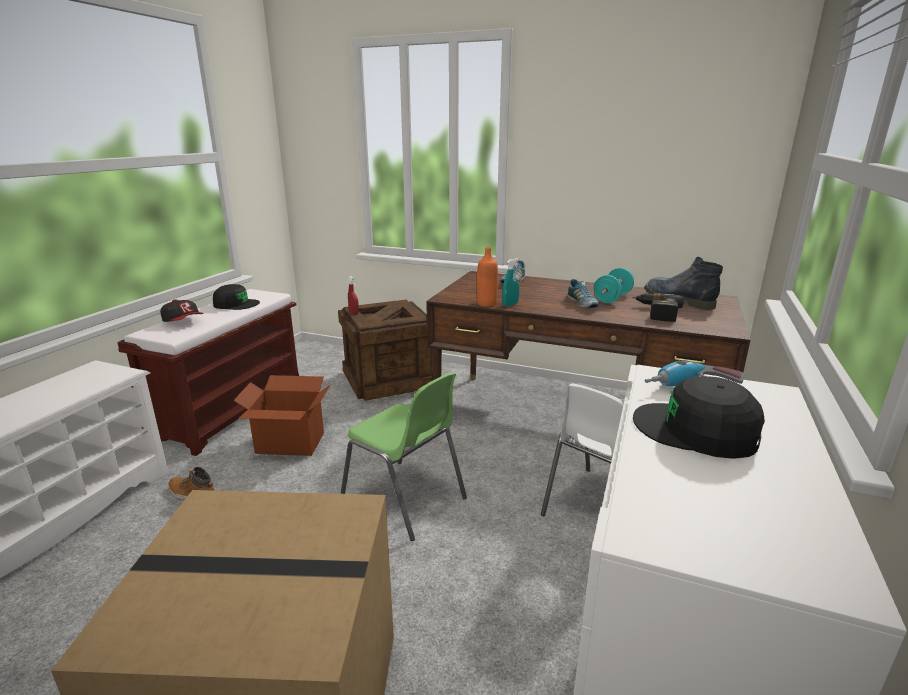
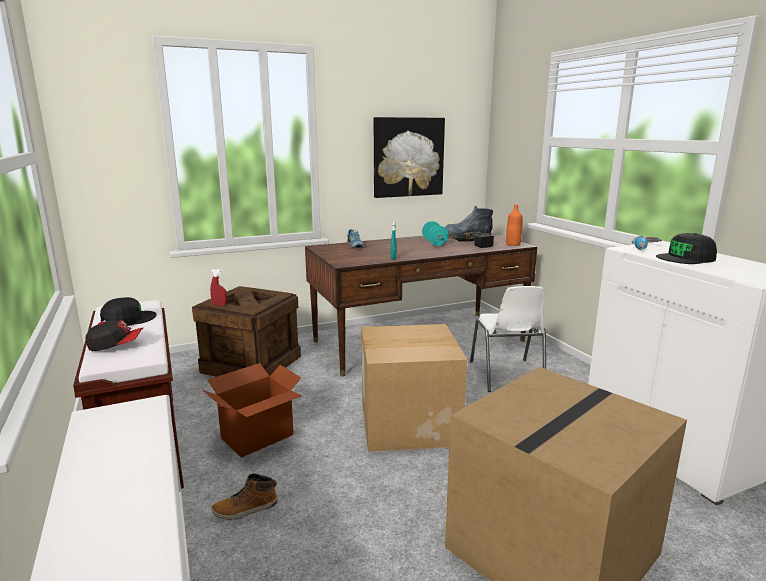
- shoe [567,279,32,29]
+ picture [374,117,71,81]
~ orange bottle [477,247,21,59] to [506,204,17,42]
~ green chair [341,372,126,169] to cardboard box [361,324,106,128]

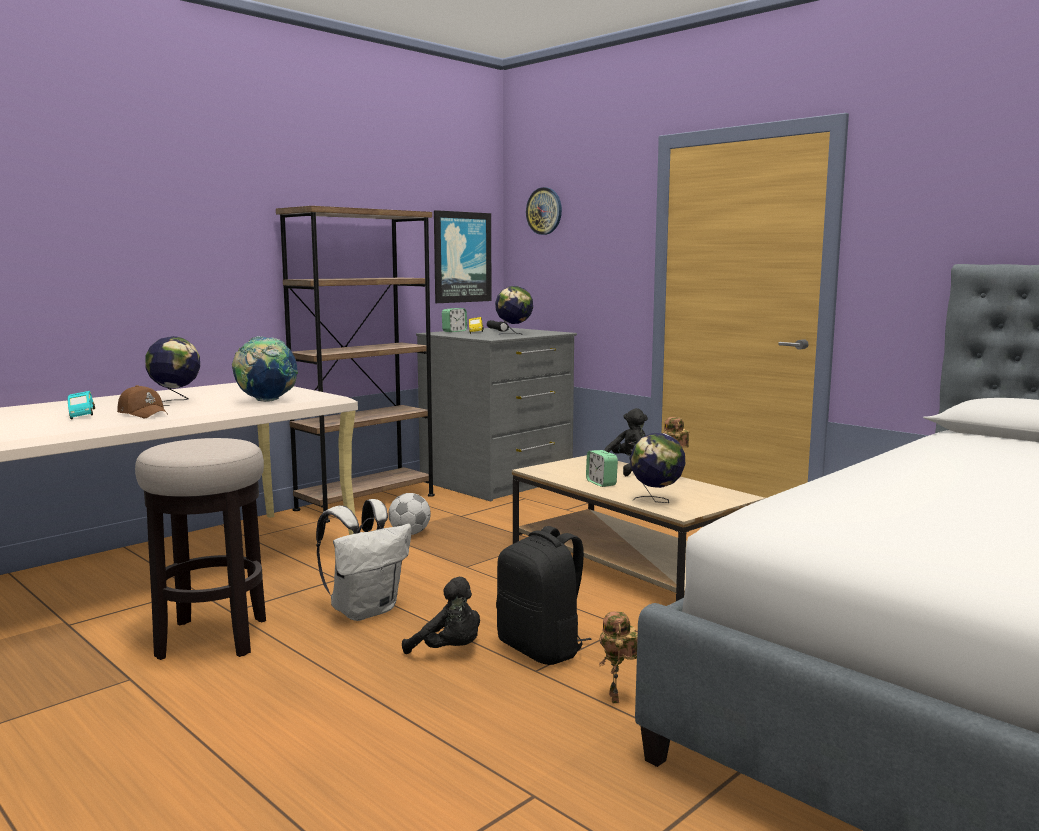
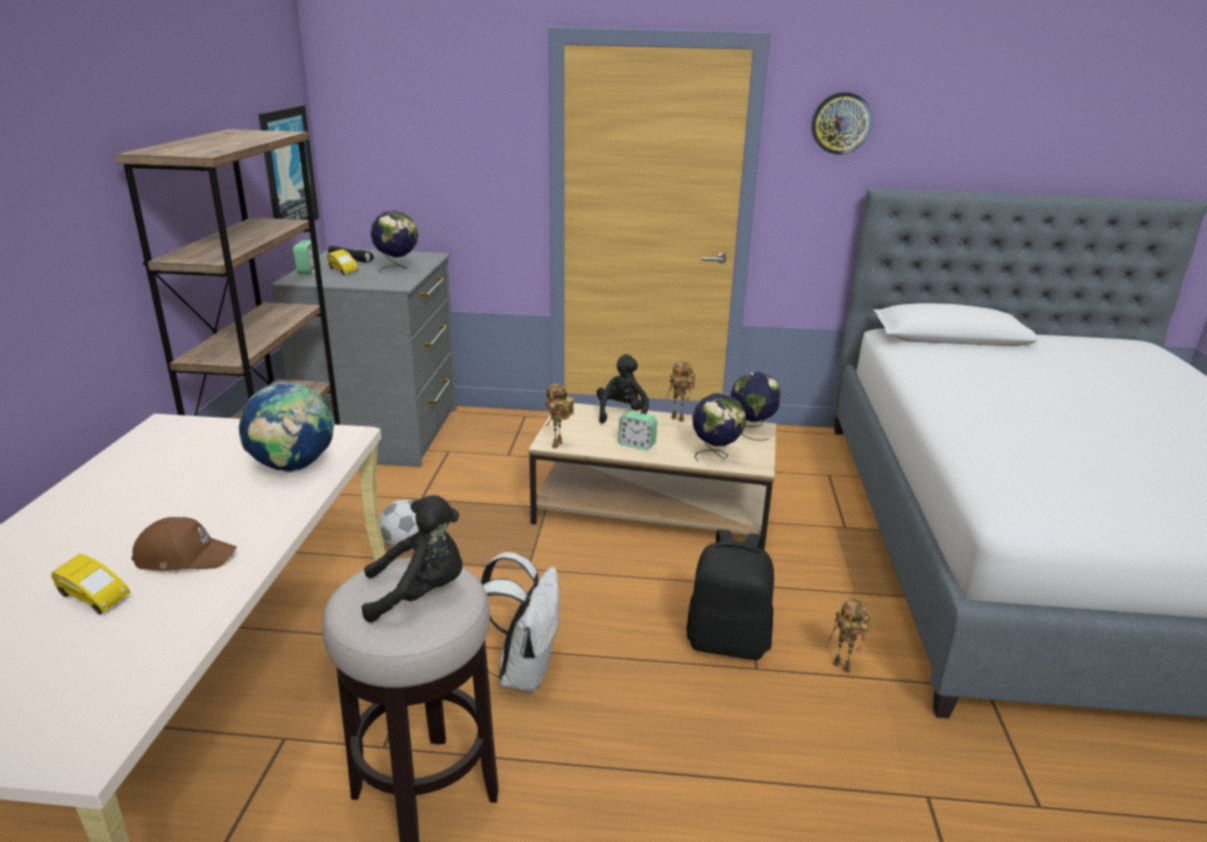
+ toy robot [546,384,28,65]
~ globe [145,336,55,70] to [731,372,50,69]
~ black plush toy [402,577,78,77] to [362,495,101,128]
~ wall clock [526,187,36,48] to [811,92,62,63]
~ turquoise toy car [68,391,27,28] to yellow toy car [51,554,79,61]

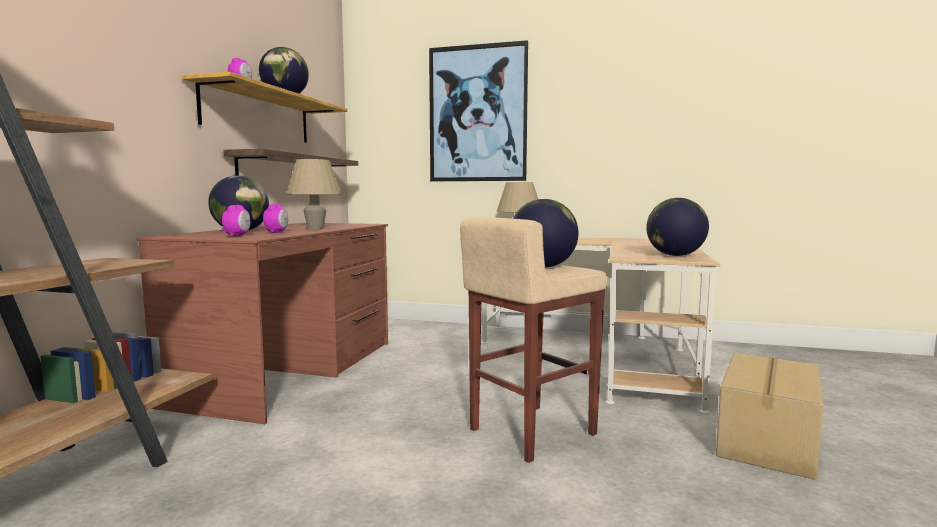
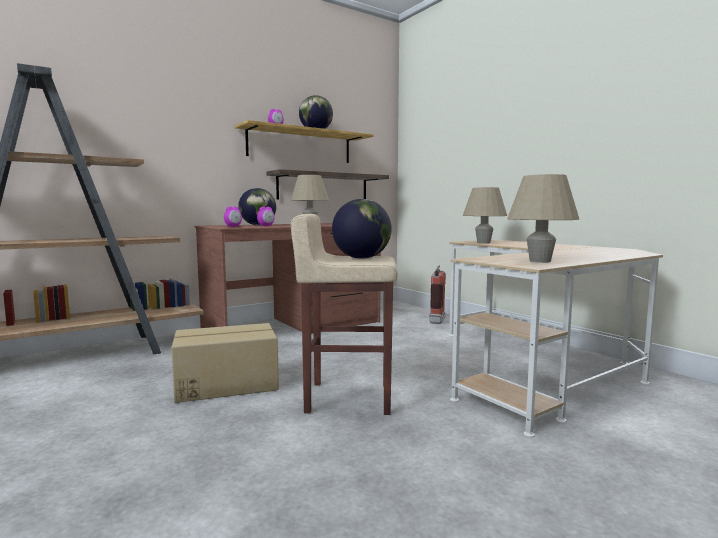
- picture [429,40,99,141]
+ fire extinguisher [429,266,17,58]
~ cardboard box [716,353,108,127] to [171,323,108,80]
~ globe [646,198,63,58] to beige table lamp [507,174,72,89]

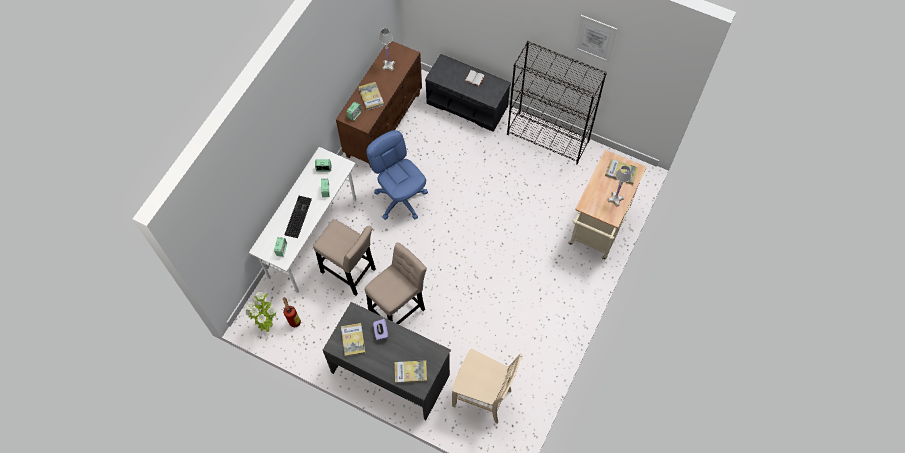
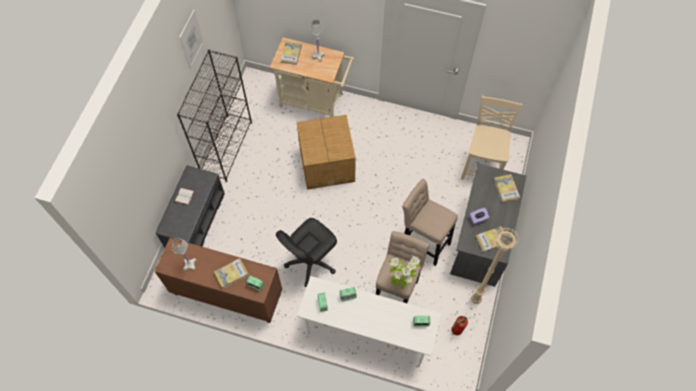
- keyboard [285,196,27,42]
+ cardboard box [297,115,59,75]
+ beige floor lamp [471,228,48,76]
~ potted plant [245,292,31,40] to [388,256,33,33]
~ blue office chair [366,130,62,90] to black office chair [276,218,61,69]

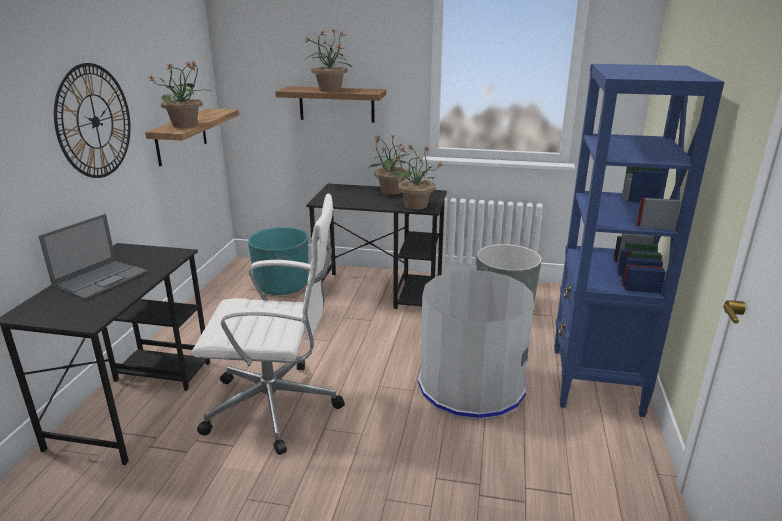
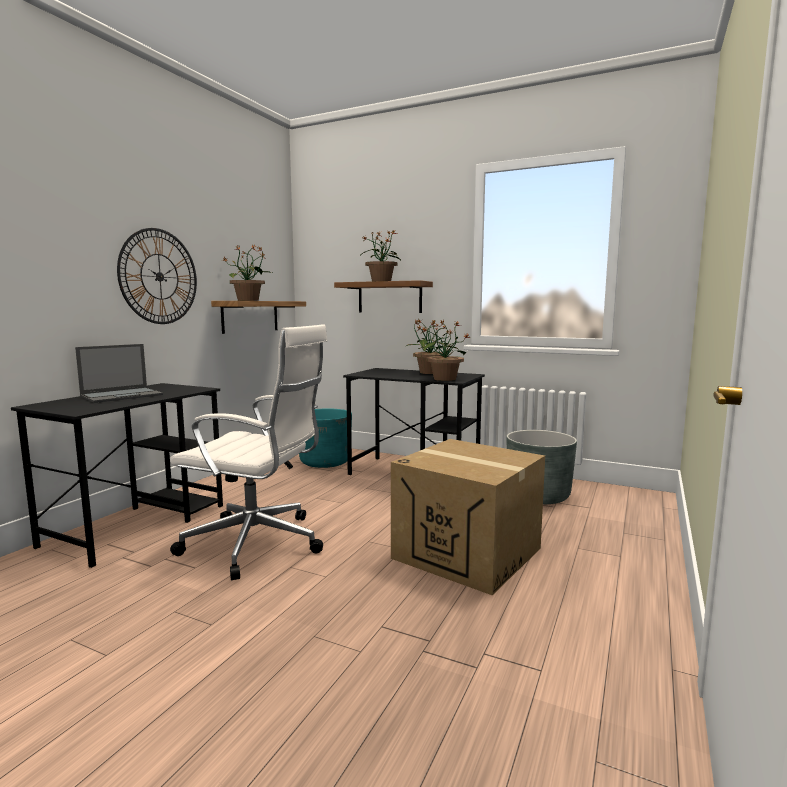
- blue bookcase [554,64,170,353]
~ grey trash can [418,270,116,150] to cardboard box [391,439,154,156]

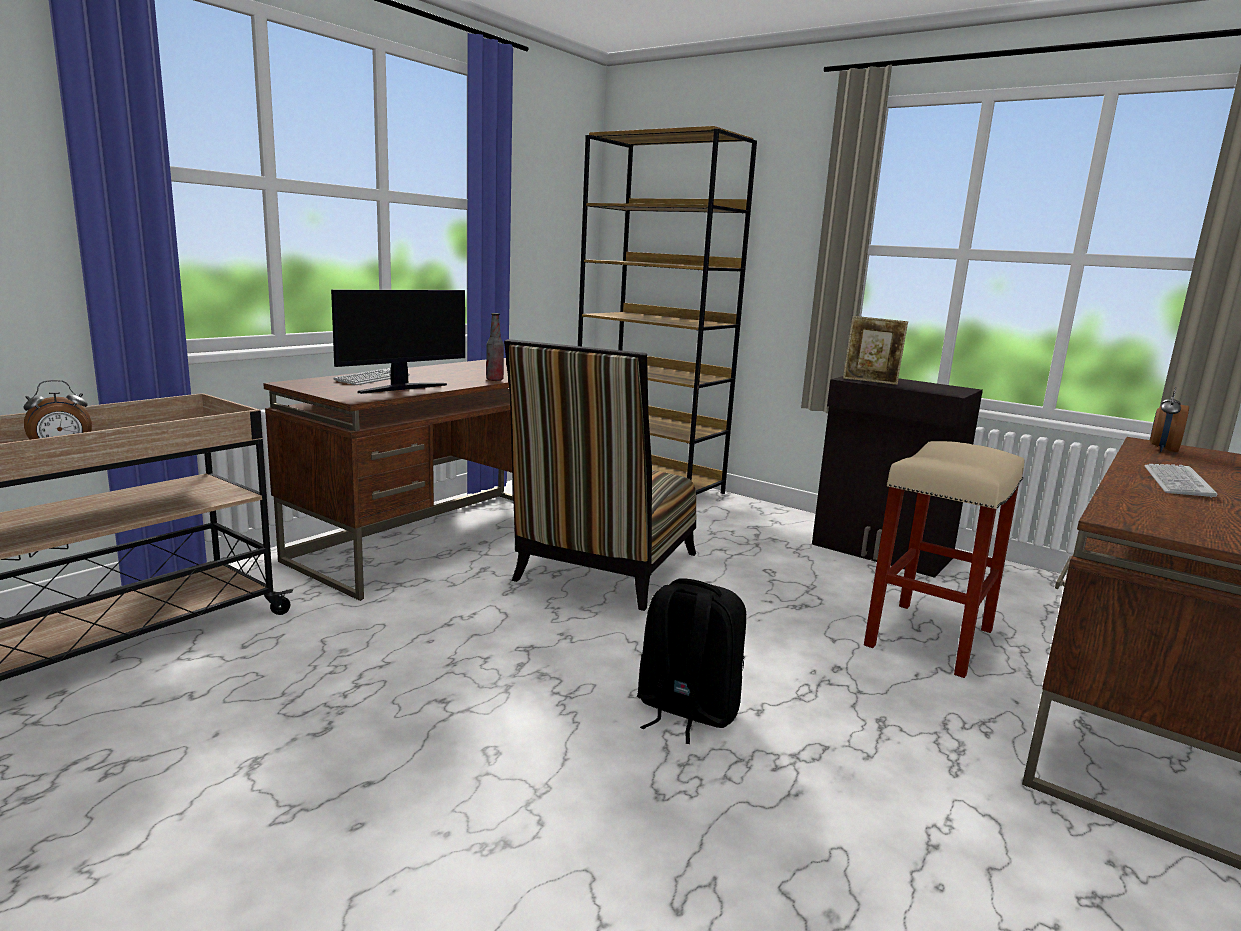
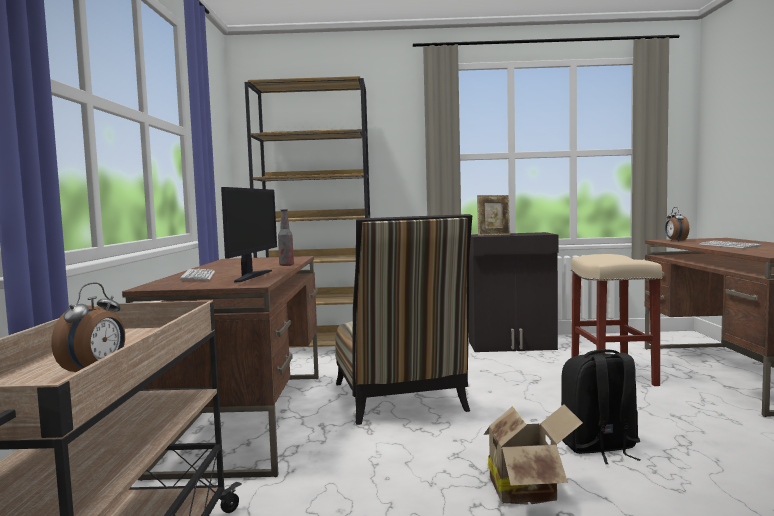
+ cardboard box [483,404,100,101]

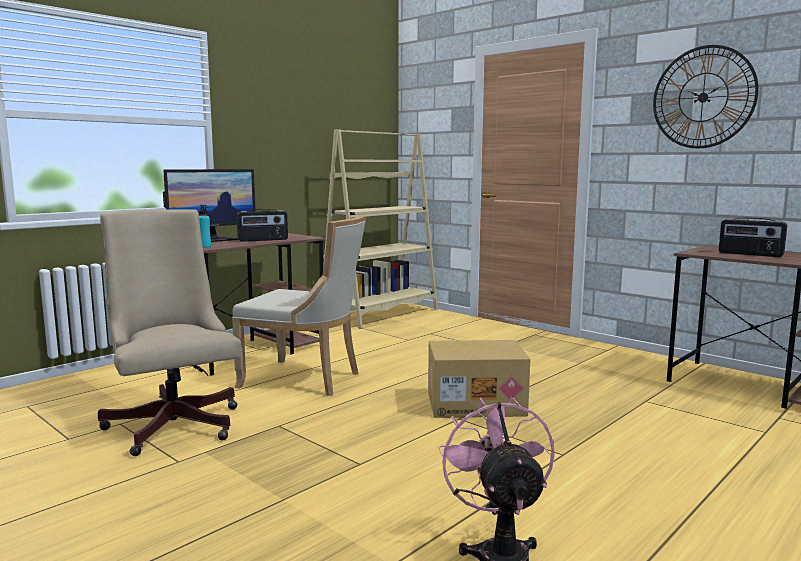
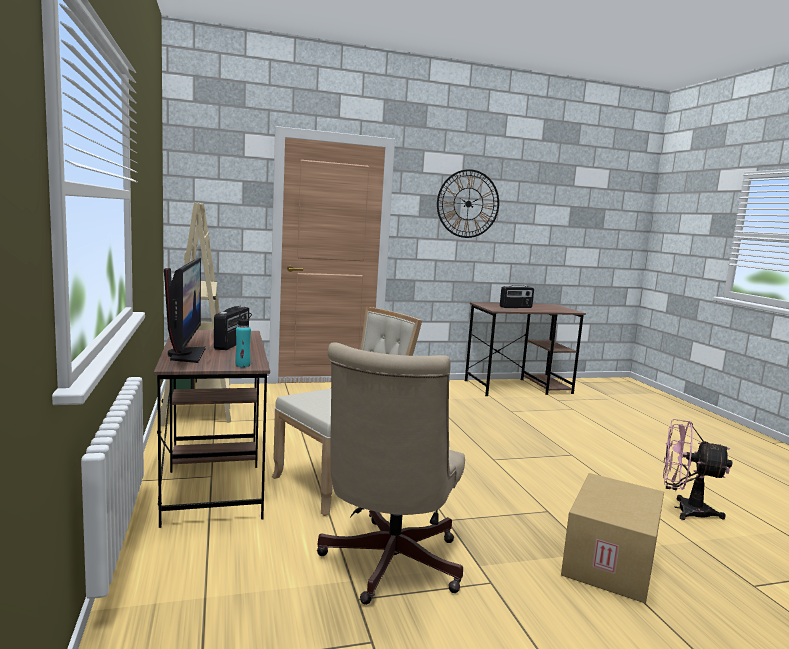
~ cardboard box [428,340,102,78] to [561,473,103,130]
~ beige office chair [98,209,143,247] = [317,342,148,263] 75 degrees counterclockwise

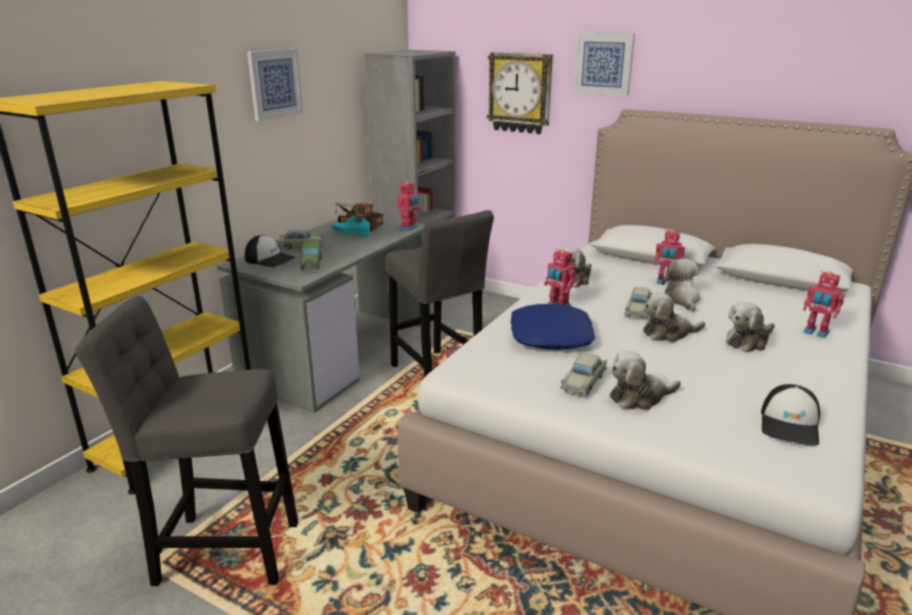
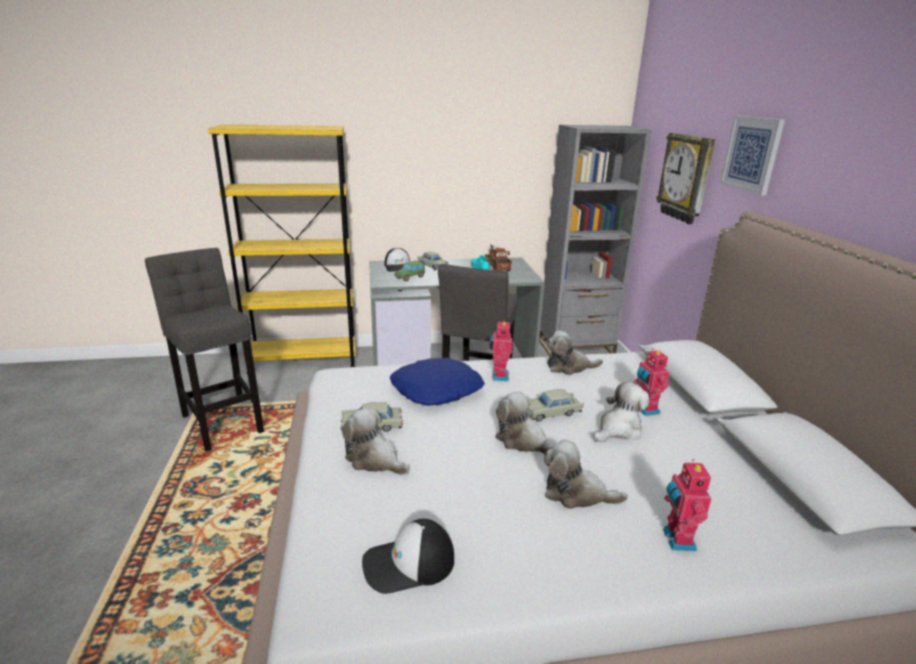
- picture [247,48,56,73]
- toy robot [397,181,24,50]

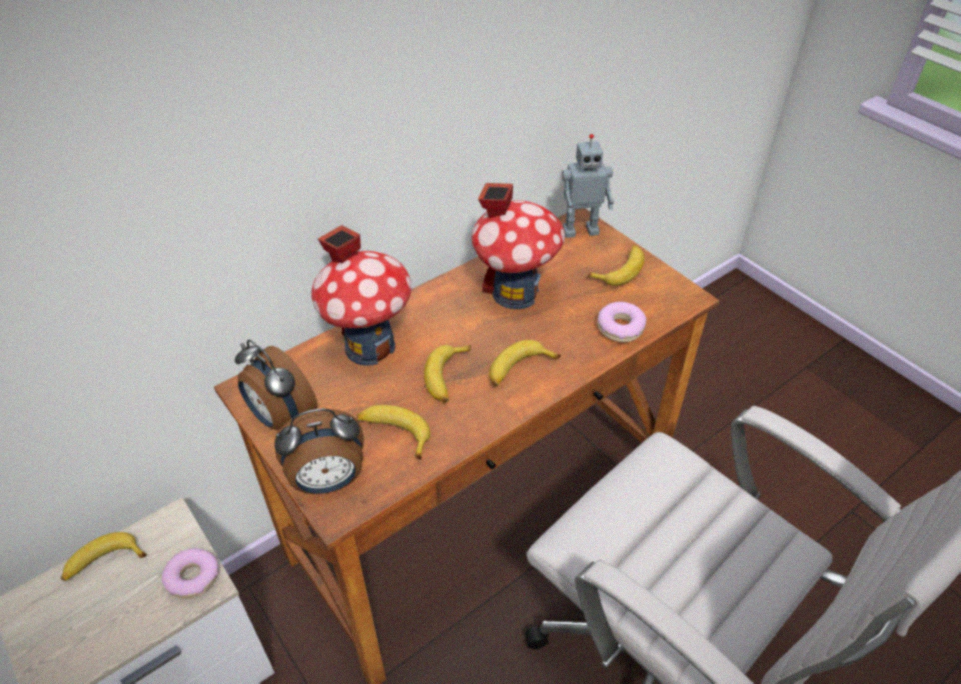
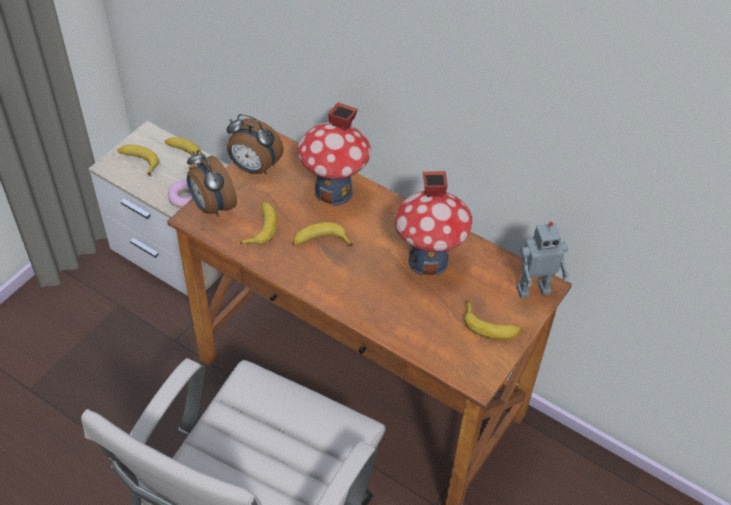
- donut [597,302,49,40]
~ banana [489,340,72,46] to [117,145,42,31]
~ alarm clock [235,340,82,90] = [227,114,57,60] 90 degrees counterclockwise
~ toy robot [562,134,52,104] = [516,222,53,76] 75 degrees counterclockwise

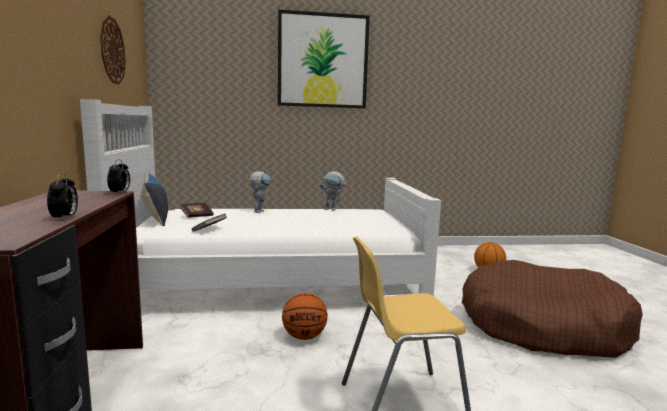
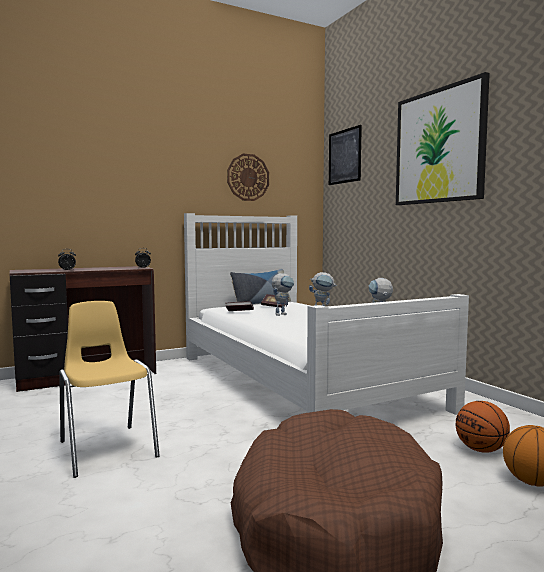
+ toy robot [271,273,23,43]
+ picture [329,125,33,60]
~ basketball [282,293,45,47] to [456,401,54,52]

